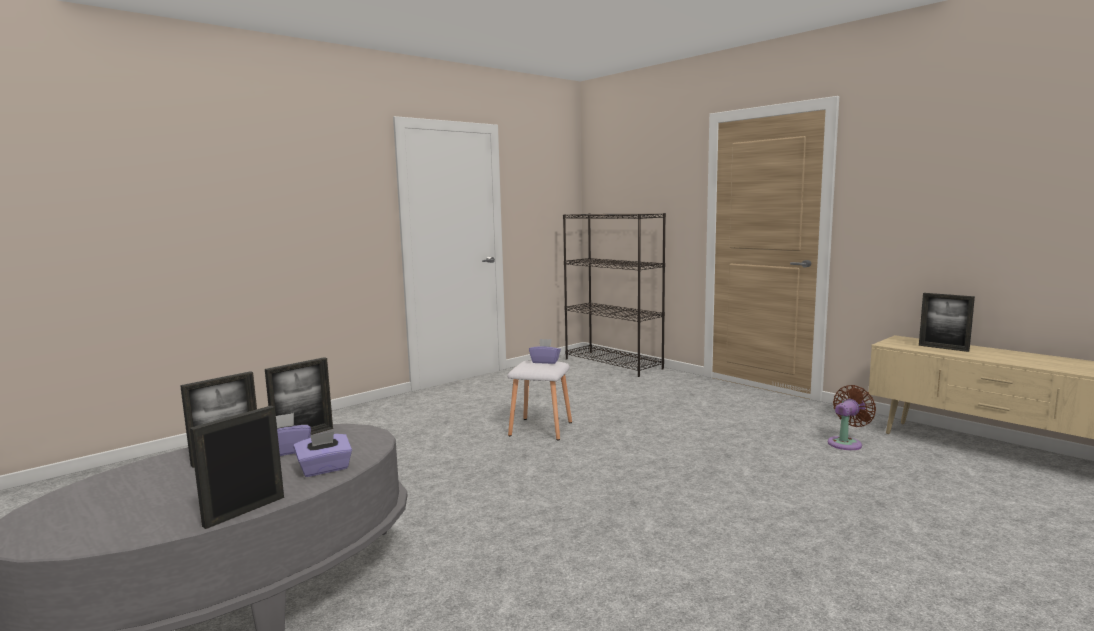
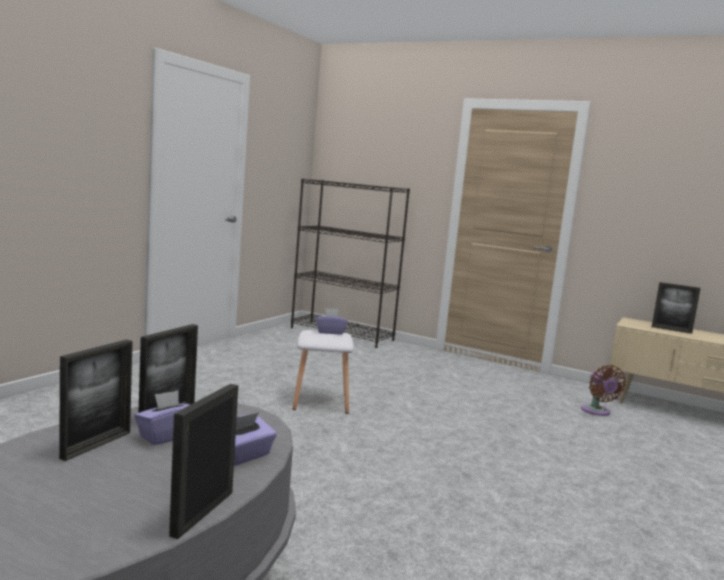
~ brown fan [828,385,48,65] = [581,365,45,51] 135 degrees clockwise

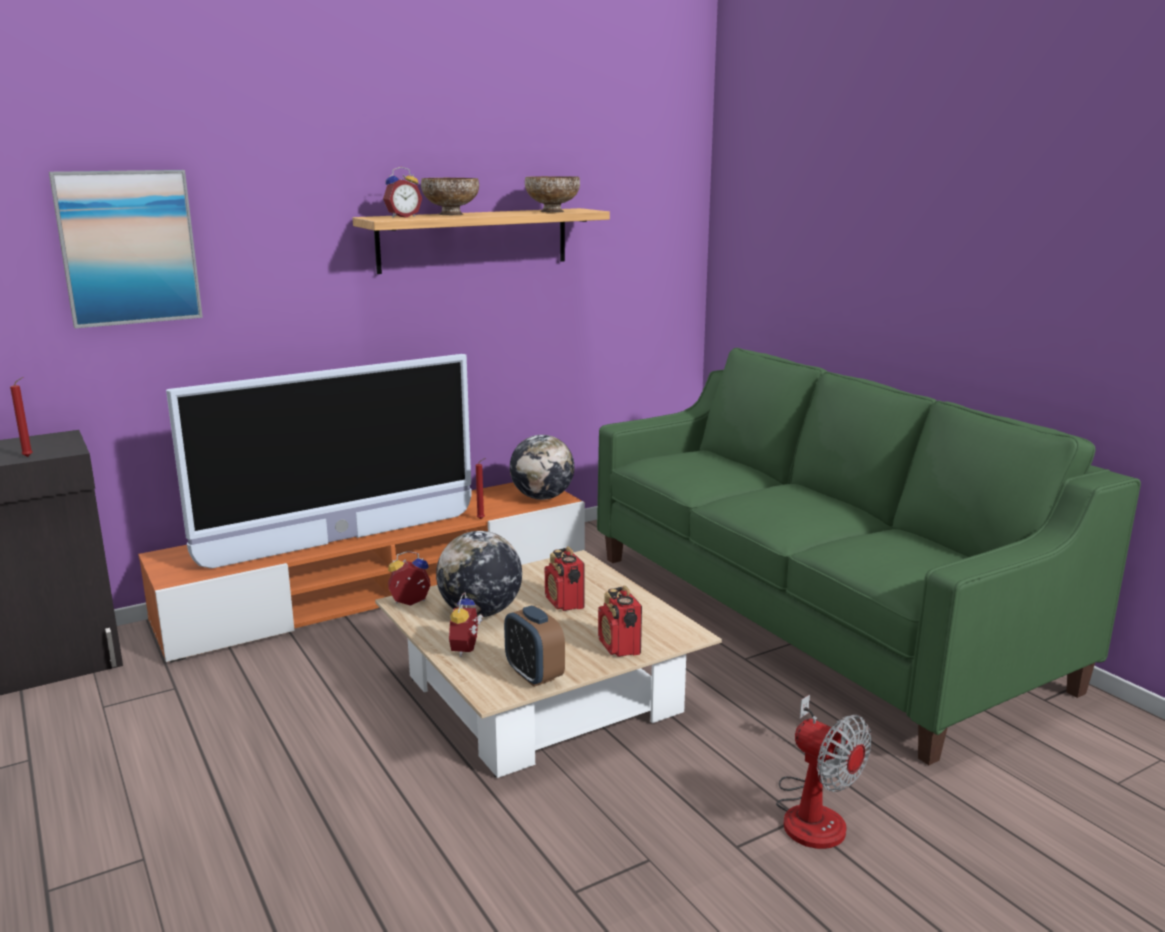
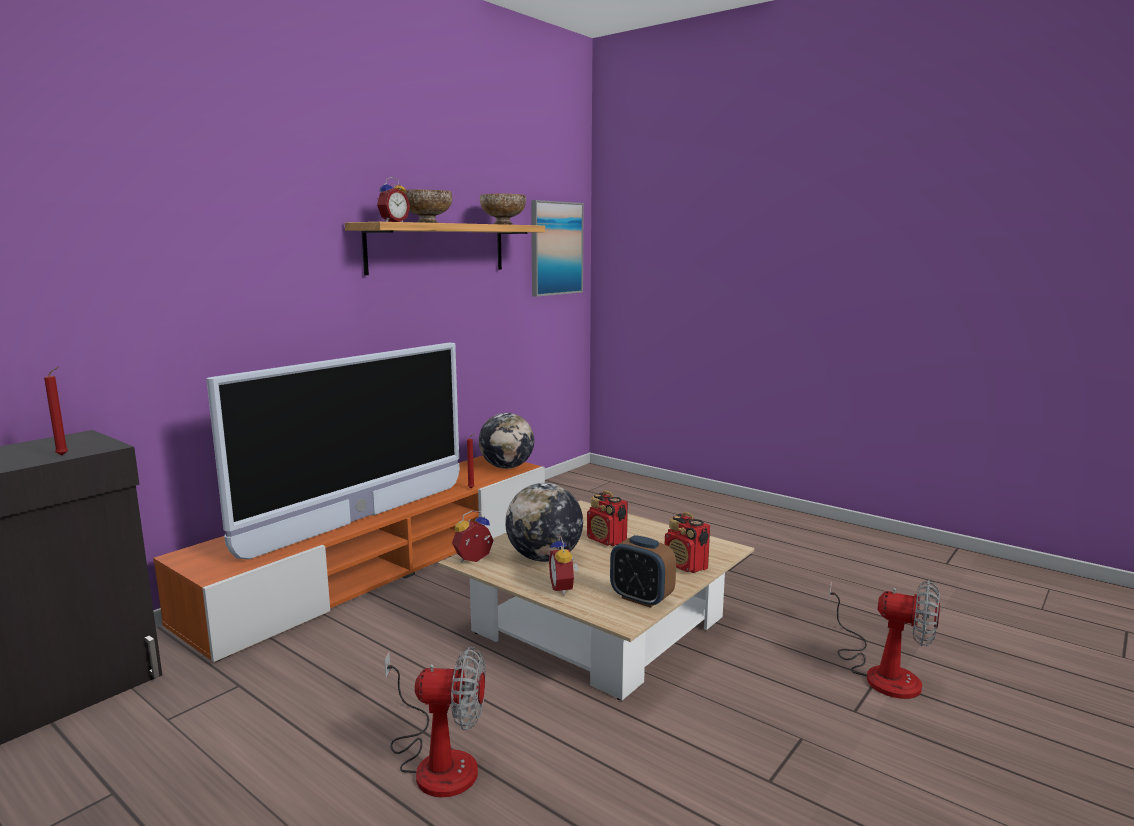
- green sofa [597,348,544,417]
+ fan [384,646,102,151]
~ picture [49,170,154,158] to [531,200,52,97]

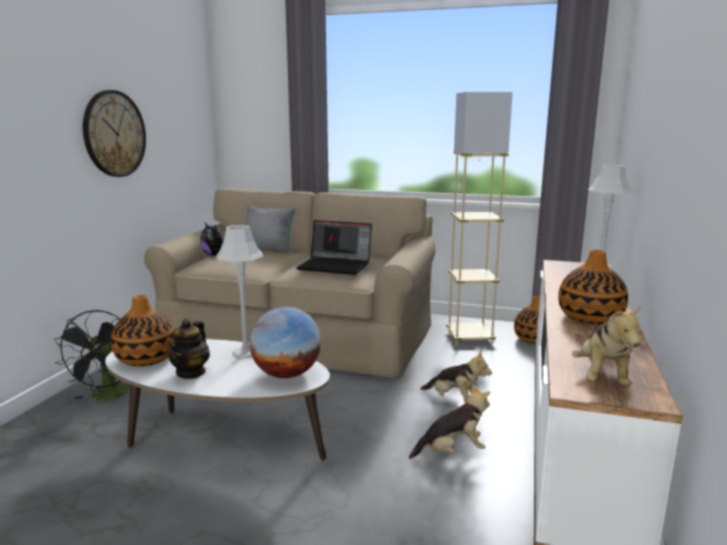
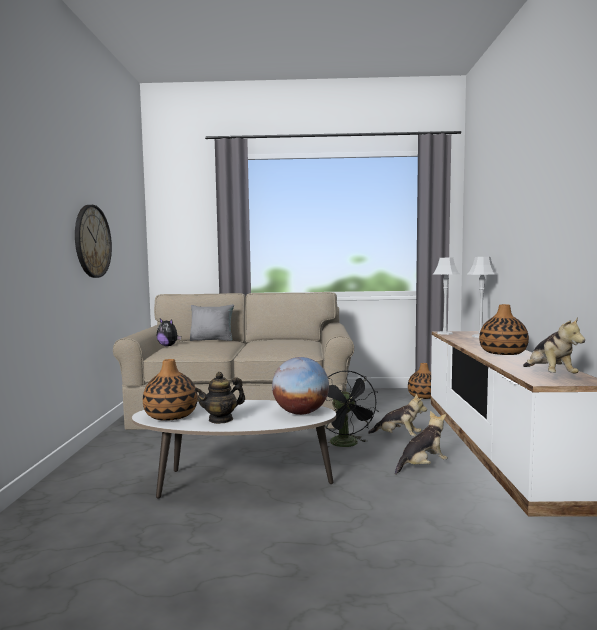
- laptop [296,220,76,55]
- beige floor lamp [446,92,67,254]
~ black fan [54,310,76,91] to [324,370,55,77]
~ grey table lamp [216,225,47,133] to [433,258,26,77]
~ teapot [168,318,42,61] = [194,372,51,52] 60 degrees clockwise

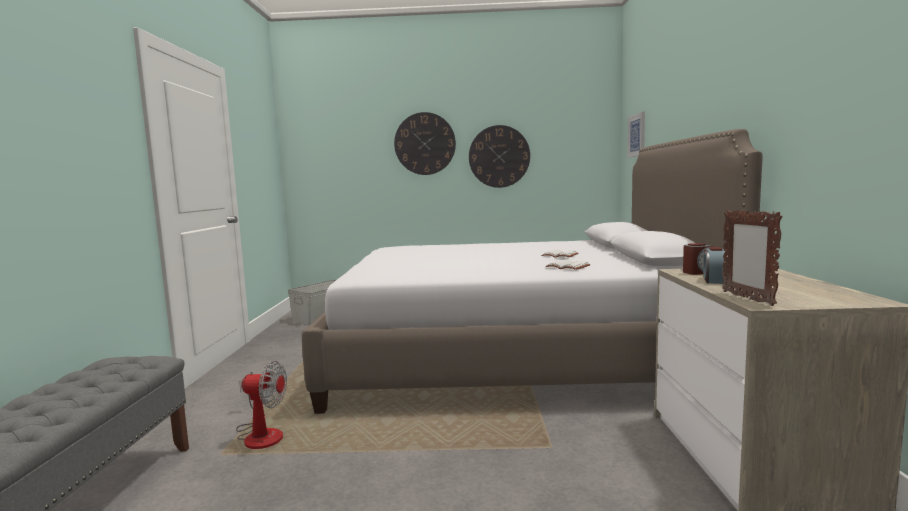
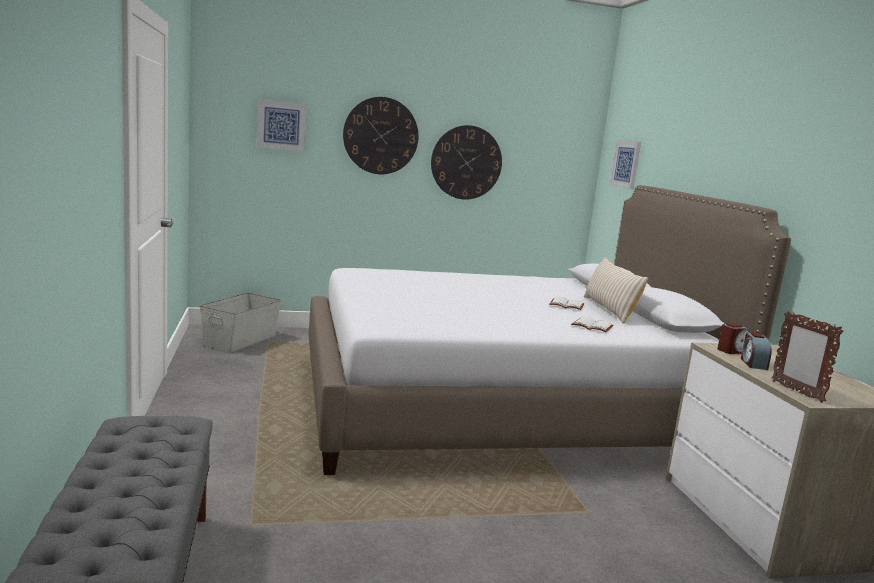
- fan [236,361,51,88]
+ picture [257,99,50,53]
+ beige pillow [584,257,64,67]

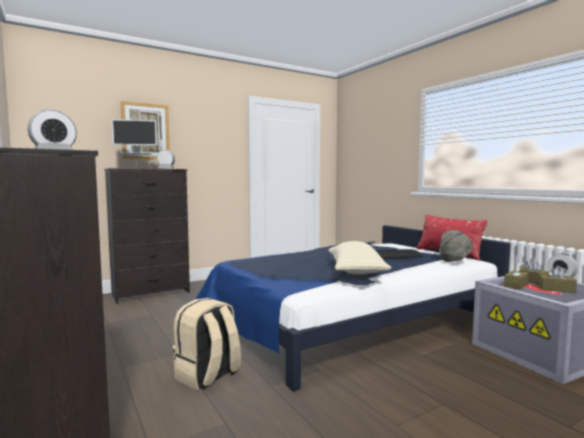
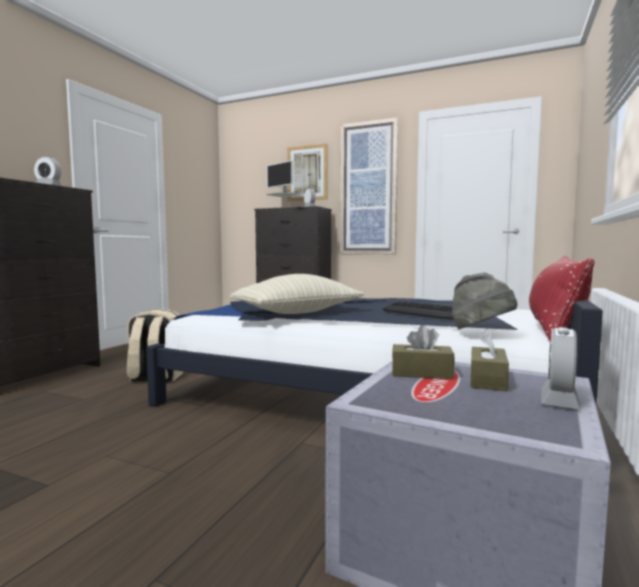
- brown tissue box [538,265,39,28]
+ picture [340,117,59,138]

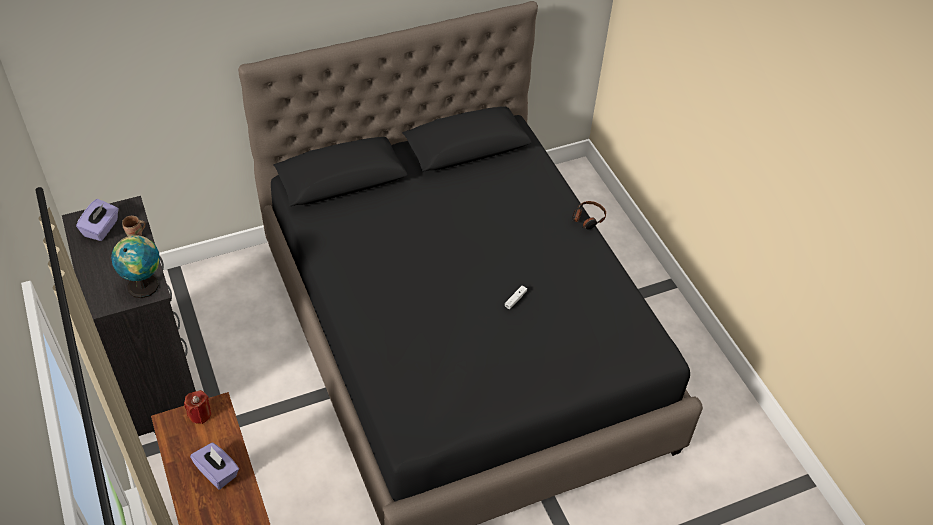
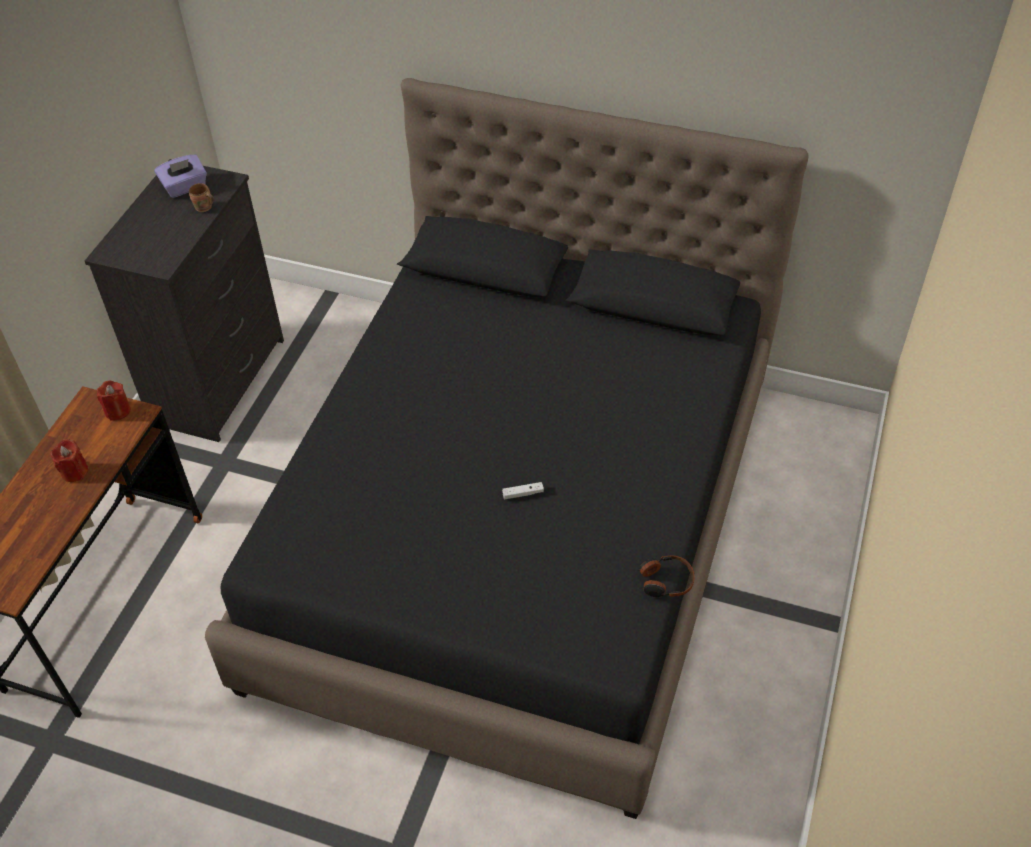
- globe [111,235,49,63]
~ headphones [572,201,34,29] to [635,556,60,41]
~ purple tissue box [190,443,49,46] to red candle [50,439,38,43]

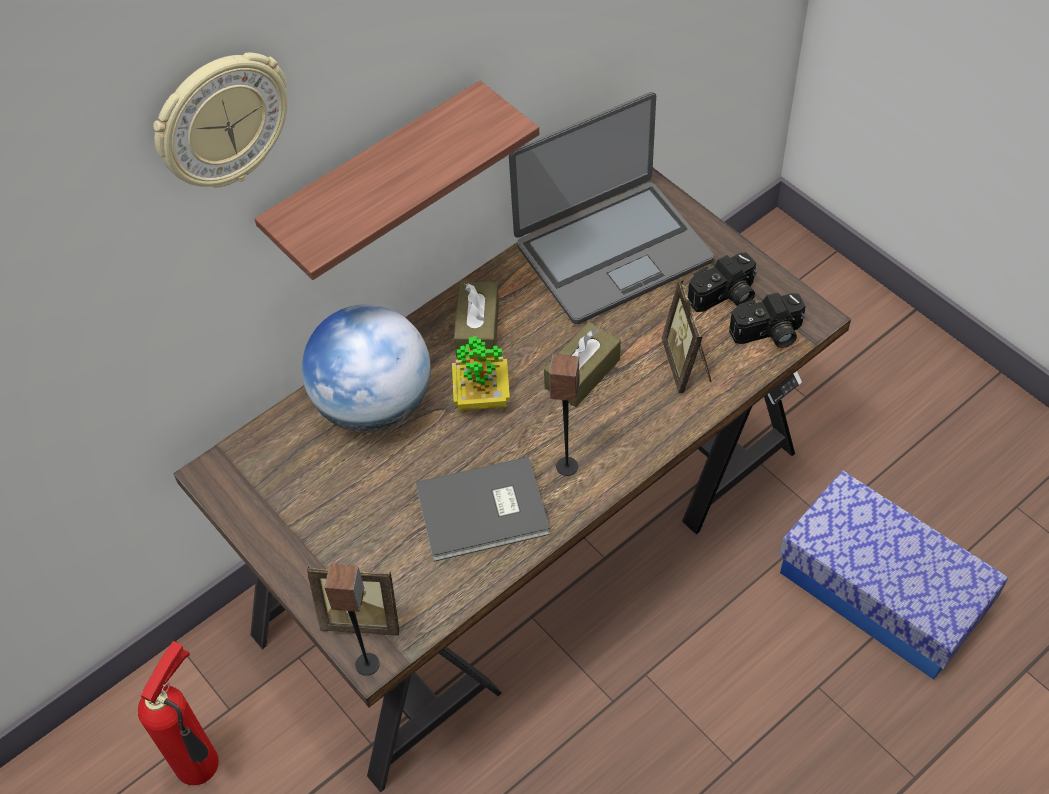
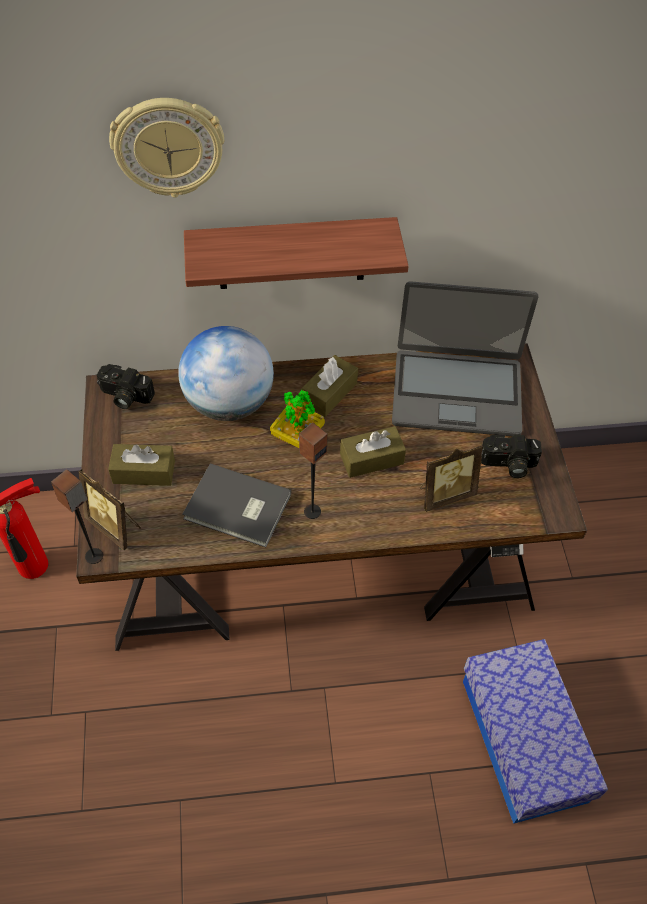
+ brown tissue box [108,444,67,42]
~ photo camera [729,292,77,56] to [97,364,58,45]
~ picture frame [662,280,49,113] = [420,444,63,68] 135 degrees counterclockwise

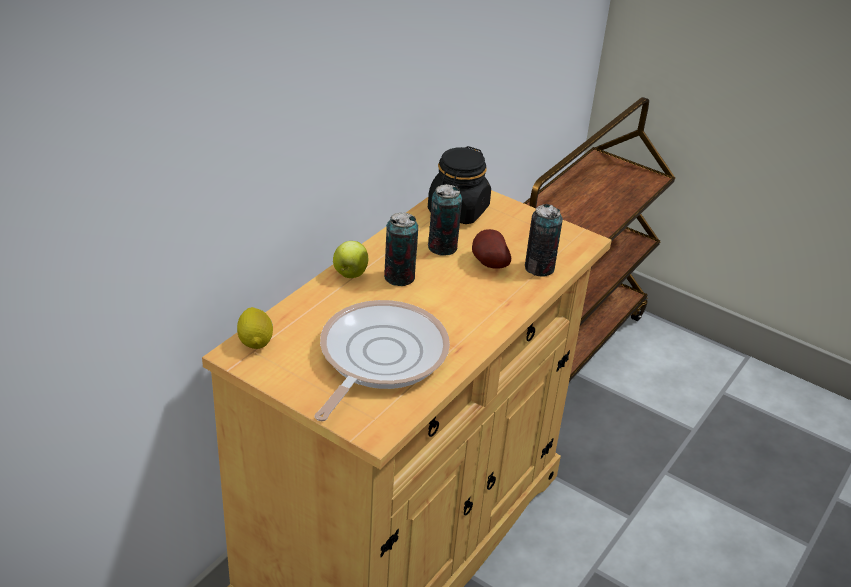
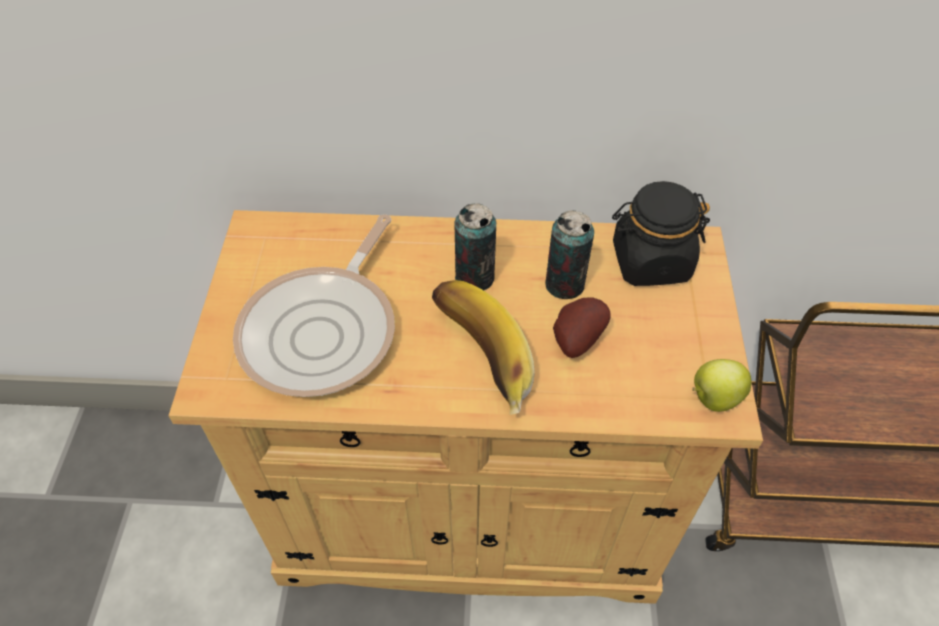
- lemon [237,307,36,42]
- can [525,204,38,73]
+ banana [432,280,103,135]
~ apple [333,241,35,37] to [692,359,59,53]
~ frying pan [315,300,135,121] = [233,214,162,183] 120 degrees clockwise

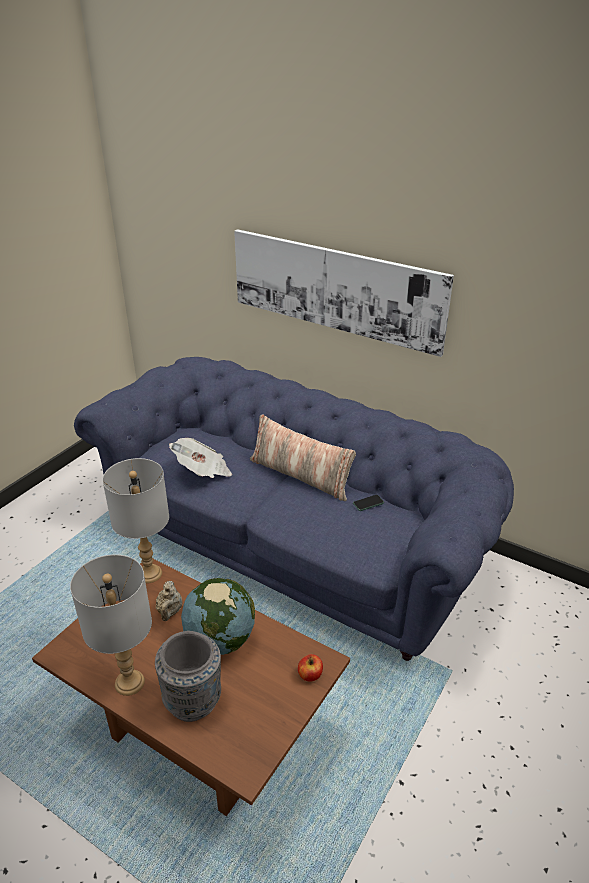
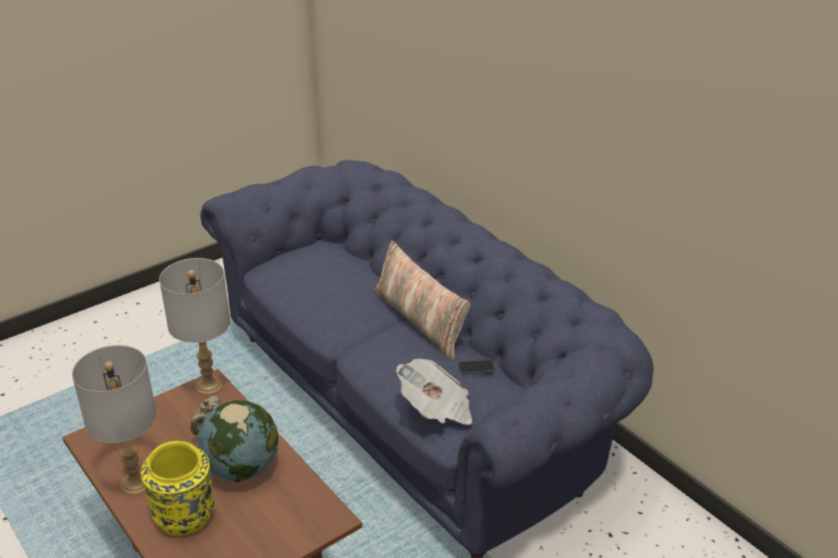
- picture [234,229,220,128]
- apple [298,654,25,28]
~ newspaper [169,438,63,40] to [396,359,76,66]
~ grey vase [155,631,66,91] to yellow vase [141,441,73,95]

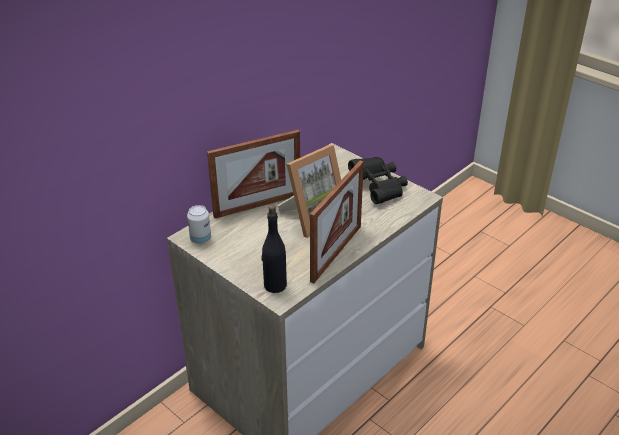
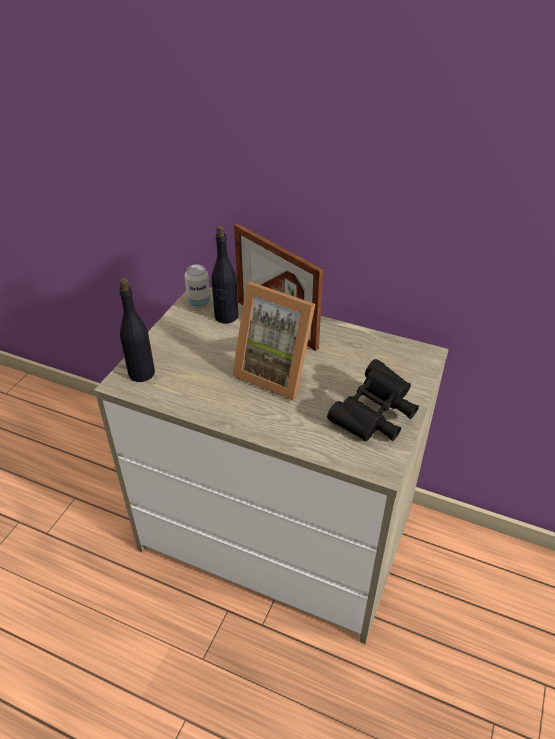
- picture frame [310,160,54,123]
+ black bottle [211,225,27,99]

